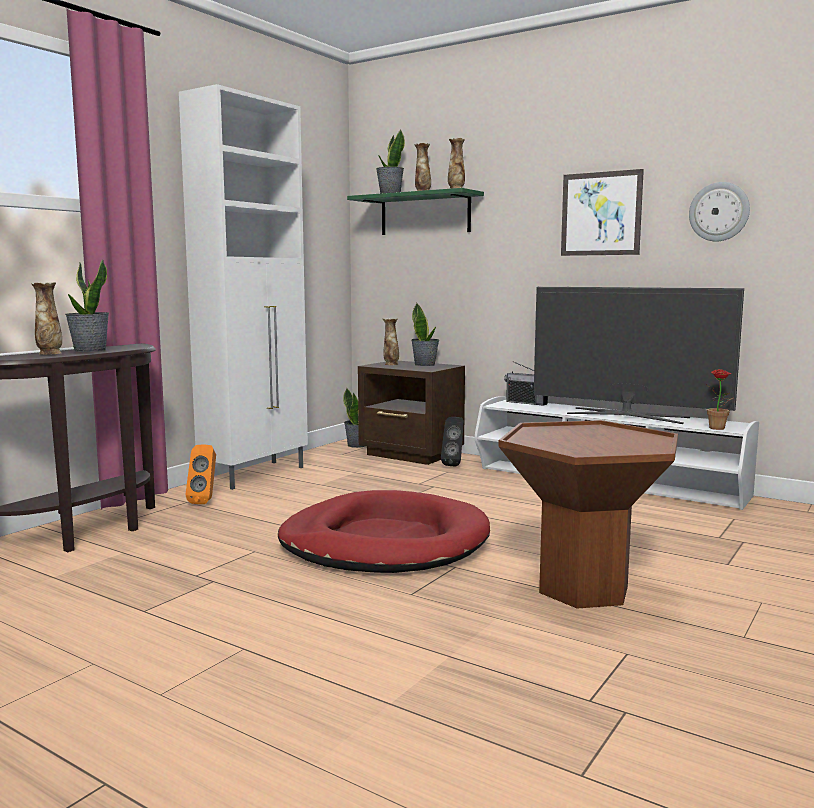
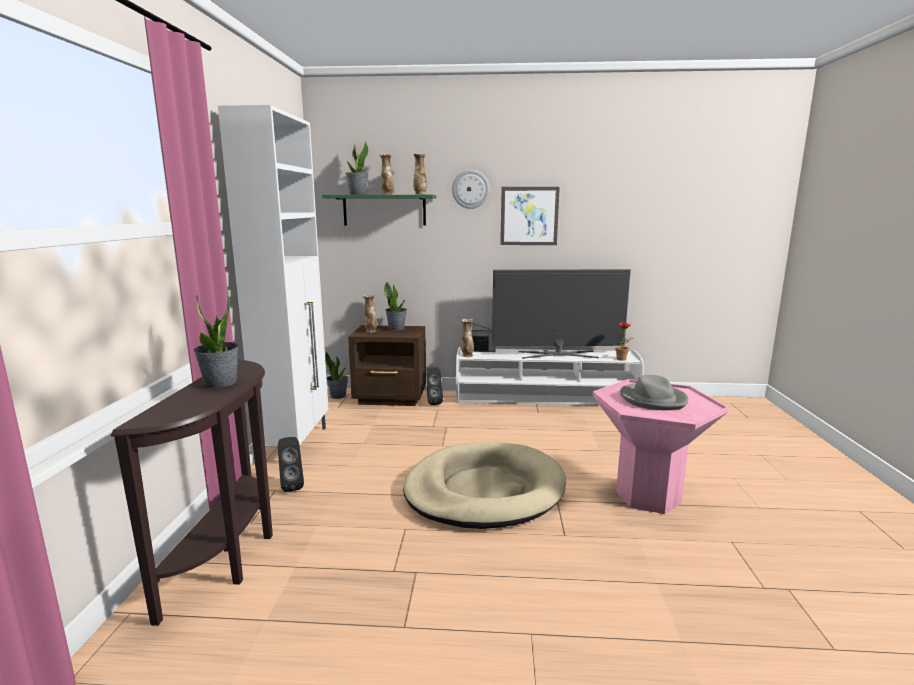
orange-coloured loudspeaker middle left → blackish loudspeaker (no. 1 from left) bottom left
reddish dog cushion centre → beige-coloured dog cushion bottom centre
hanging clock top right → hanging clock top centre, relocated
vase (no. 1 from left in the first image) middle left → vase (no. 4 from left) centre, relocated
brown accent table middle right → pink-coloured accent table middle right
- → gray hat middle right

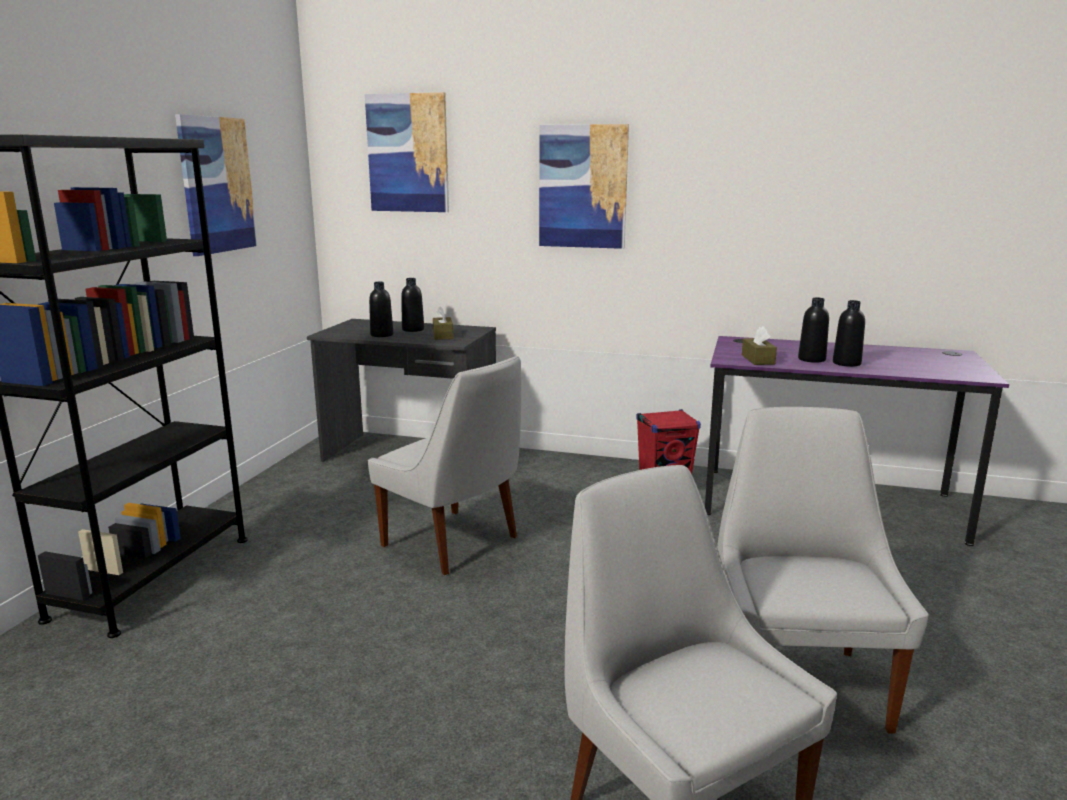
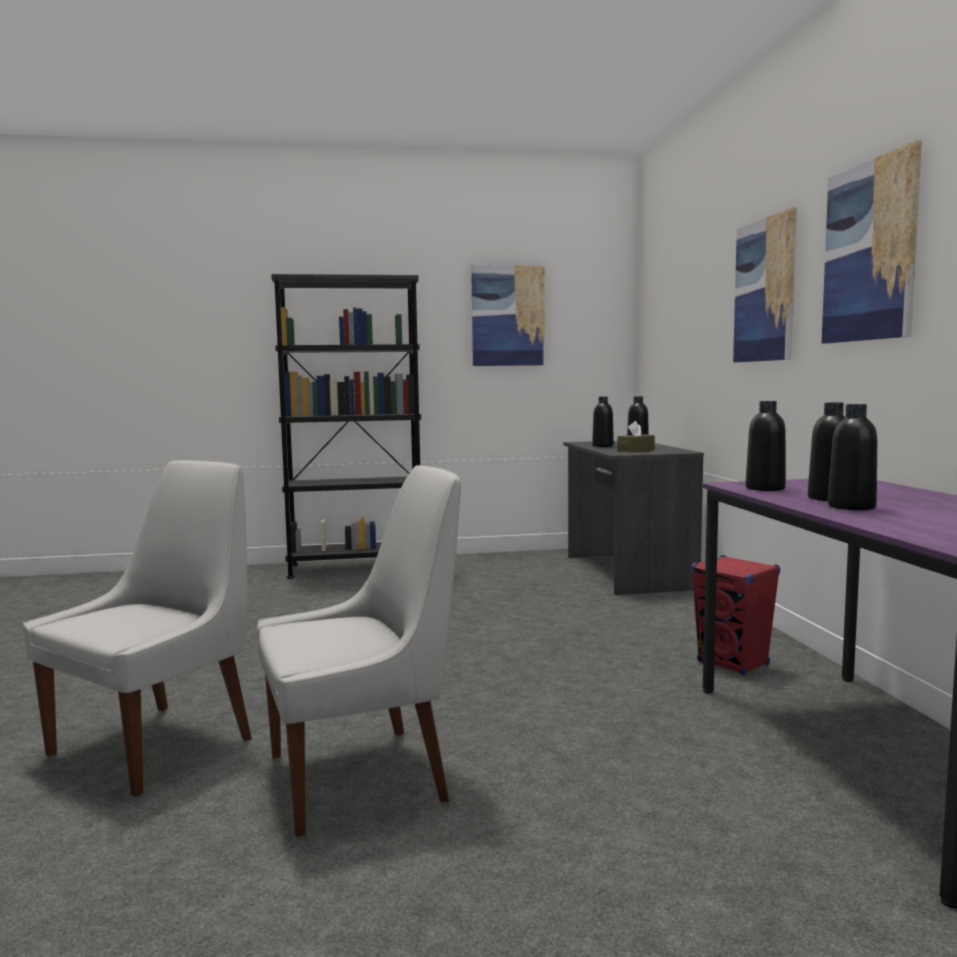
brown tissue holder (no. 2 from left) middle right → blackish beverage bottle (no. 3 from left) middle right
wall picture (no. 2 from left in the first image) top centre → wall picture (no. 3 from left) top right, relocated
white plain chair (no. 1 from left) centre → -

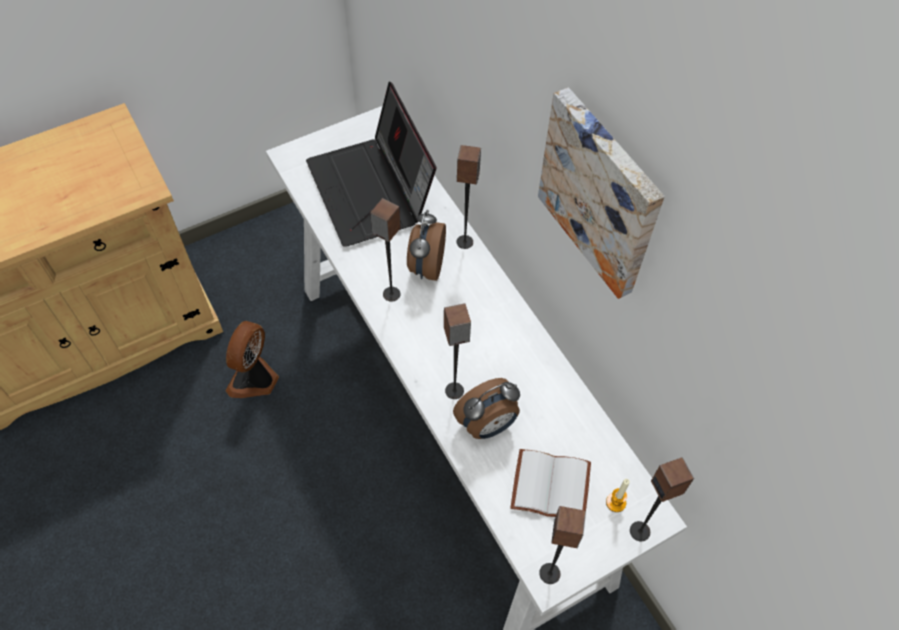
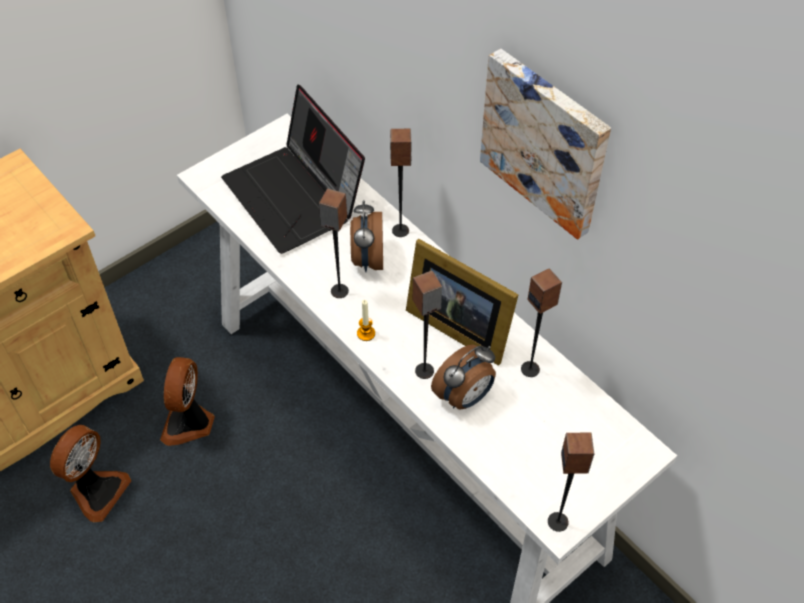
- → electric fan (no. 1 from left) bottom left
wax candle bottom right → wax candle centre, relocated
- → photo frame centre
loudspeaker (no. 5 from left in the first image) bottom right → loudspeaker (no. 4 from left) middle right, relocated
white bound book bottom centre → -

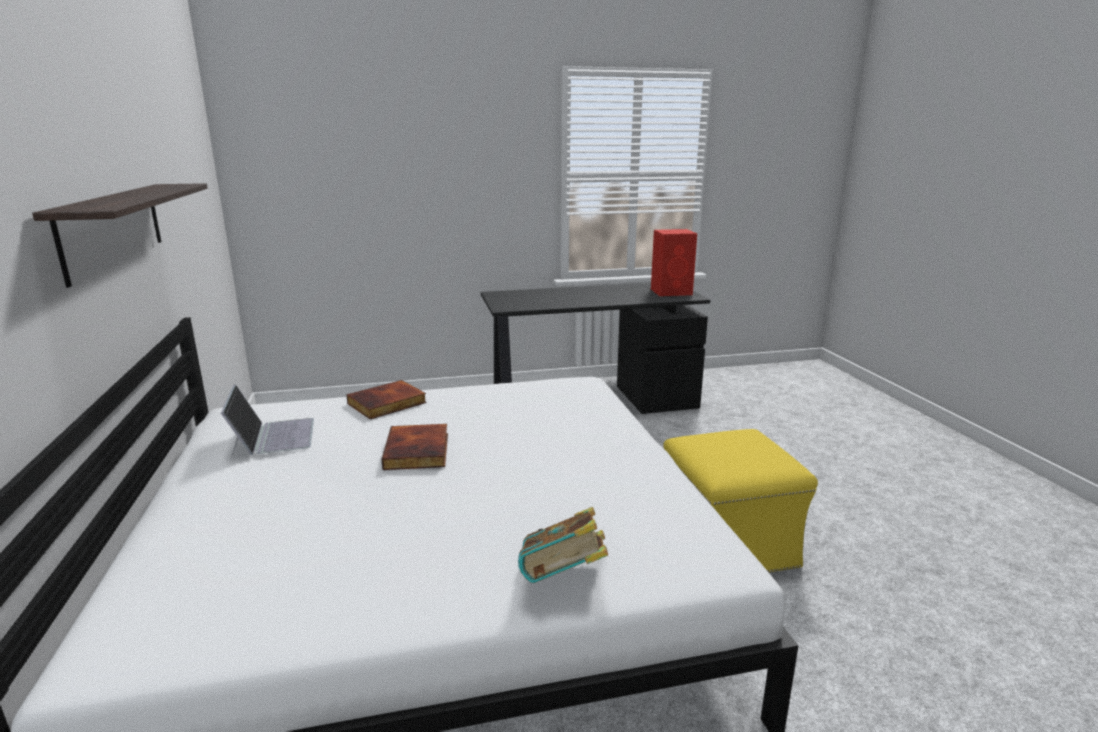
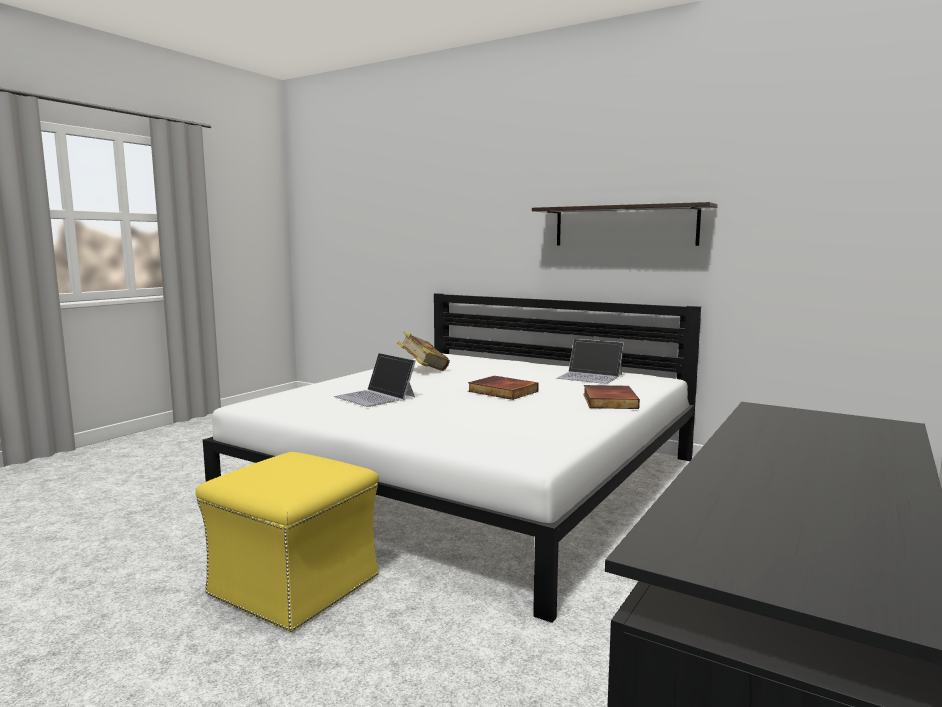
- → portable computer (no. 1 from left) centre
bound book (no. 3 from left in the first image) bottom centre → bound book (no. 1 from left) centre, relocated
reddish loudspeaker centre → -

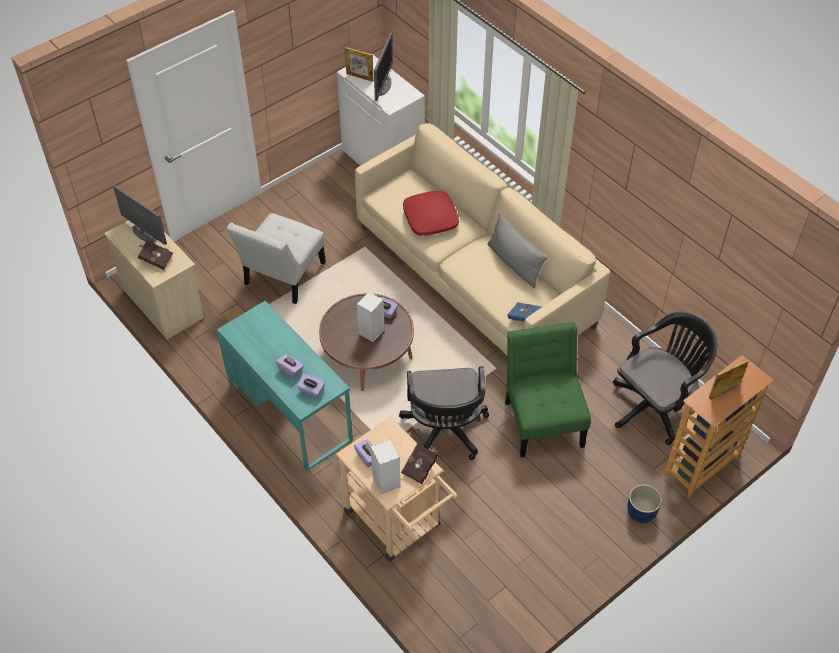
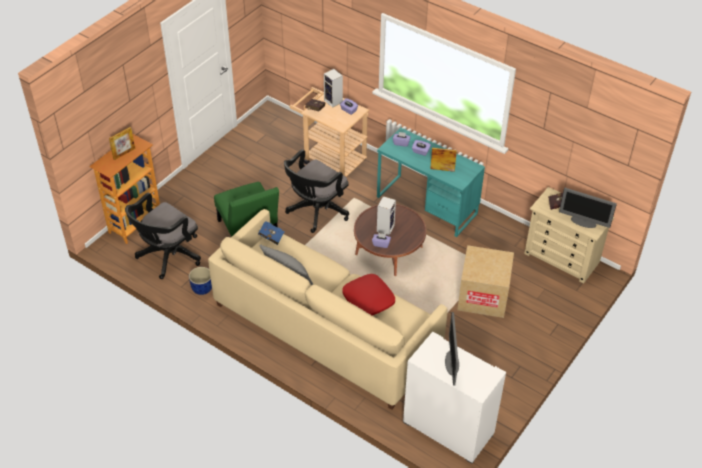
blue-coloured planter bottom right → blue-coloured planter middle left, relocated
blackish desk chair (no. 1 from left in the first image) centre → blackish desk chair (no. 2 from left) centre, 120 degrees counterclockwise
photo frame (no. 1 from left in the first image) top centre → photo frame (no. 2 from left) centre, relocated
white plain chair middle left → packing box middle right

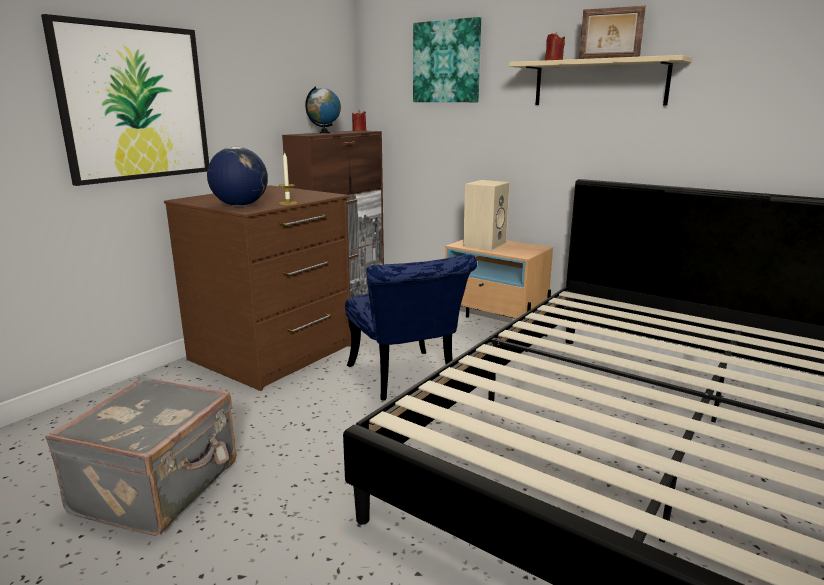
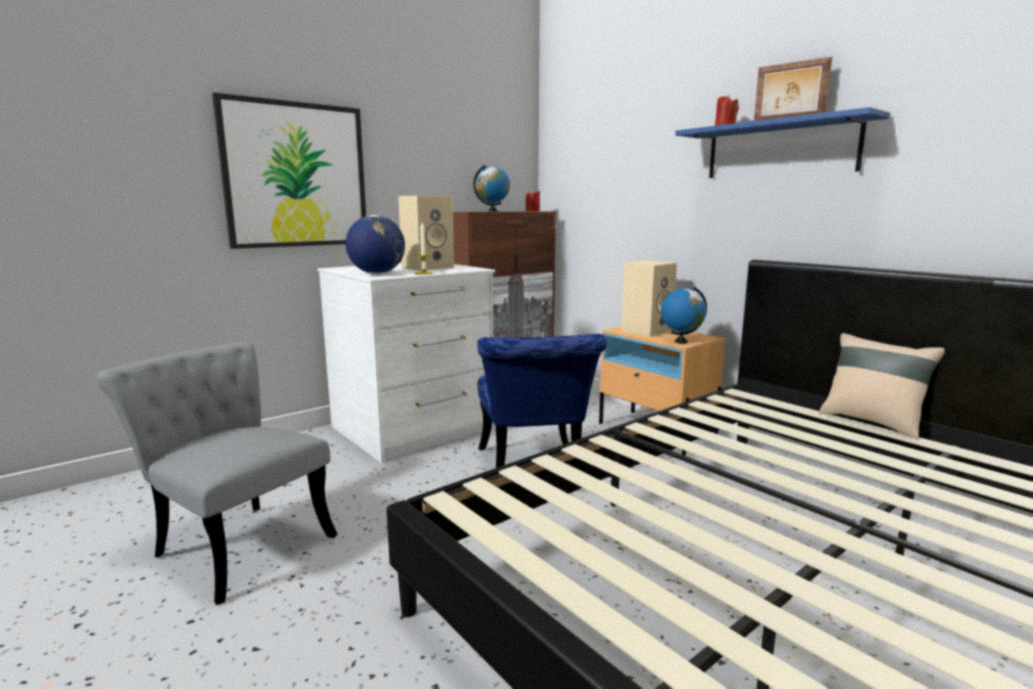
gray travel case bottom left → gray plain chair bottom left
brown drawer chest middle left → white drawer chest centre
- → beige-coloured loudspeaker (no. 1 from left) centre
- → world globe (no. 3 from left) centre
beige-coloured shelf top right → blue-coloured shelf top right
- → beige-coloured pillow middle right
wall picture (no. 2 from left) top centre → -

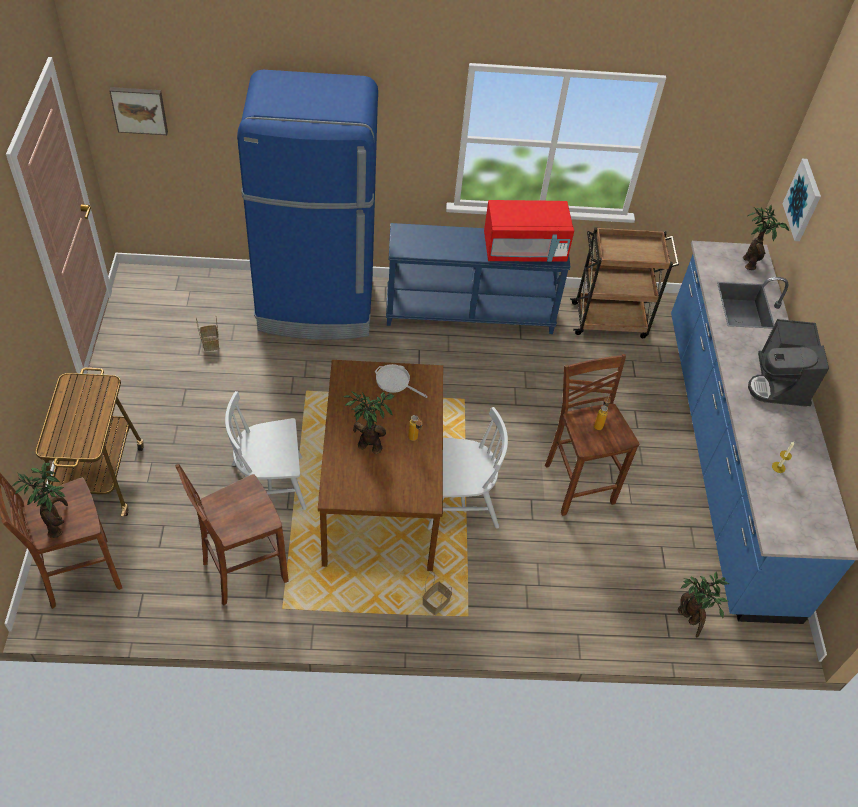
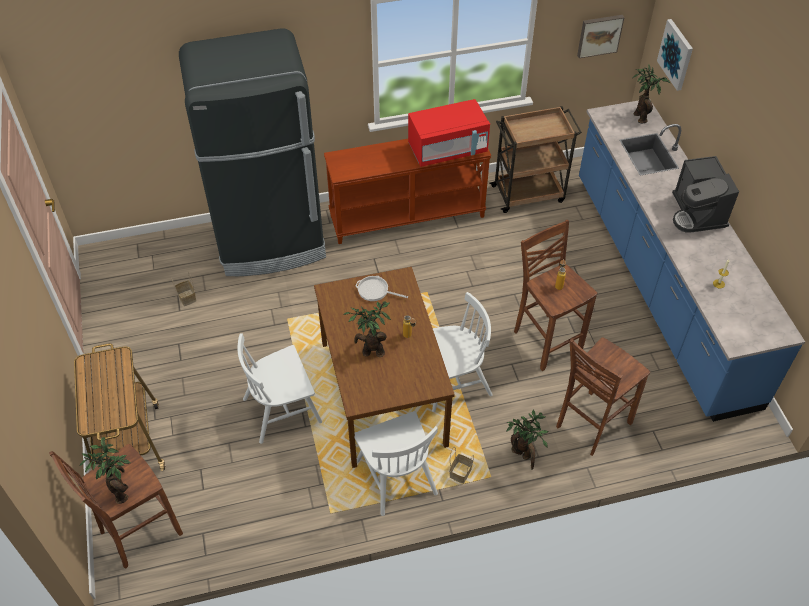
blue-coloured refrigerator top centre → blackish refrigerator top left
blue-coloured console table centre → brown console table top centre
- → white plain chair (no. 2 from left) bottom centre
houseplant (no. 3 from left) bottom right → houseplant (no. 3 from left) bottom centre, relocated
brown stool seat (no. 2 from left in the first image) middle left → brown stool seat (no. 3 from left) middle right, relocated
wall picture (no. 1 from left) top left → wall picture (no. 1 from left) top right, relocated

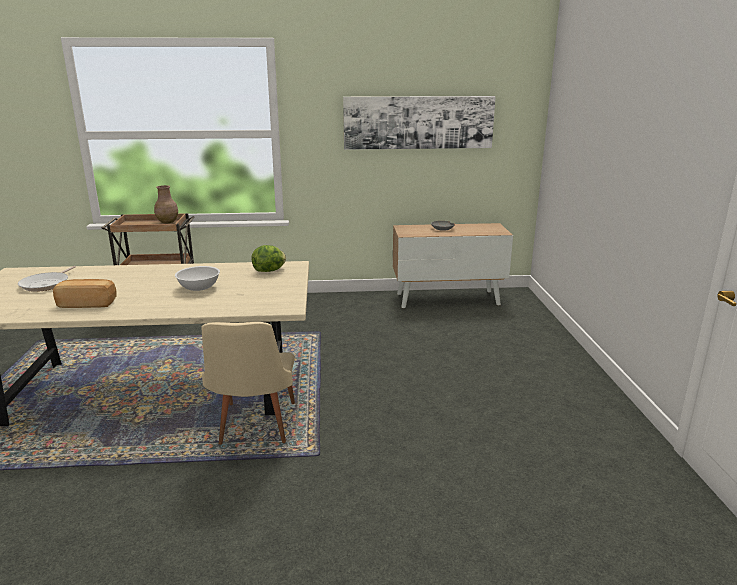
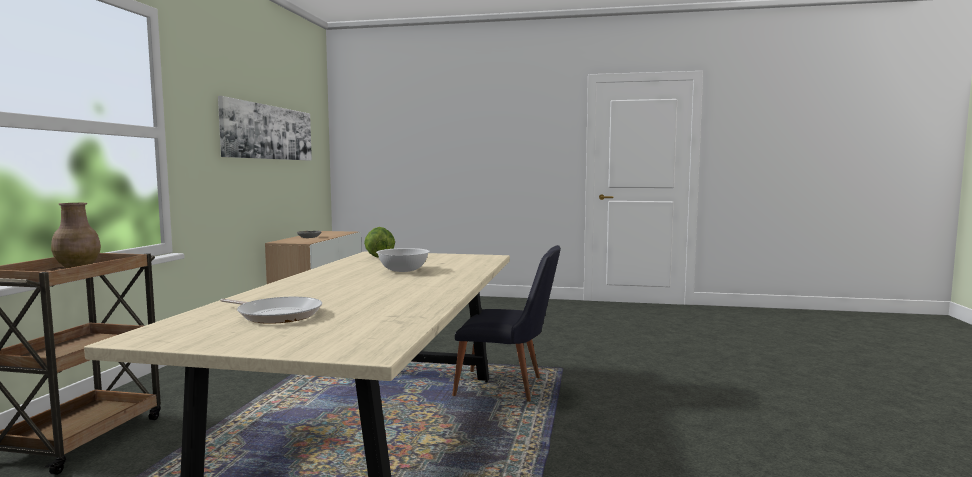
beige-coloured plain chair centre → blackish plain chair bottom centre
bakery bread middle left → -

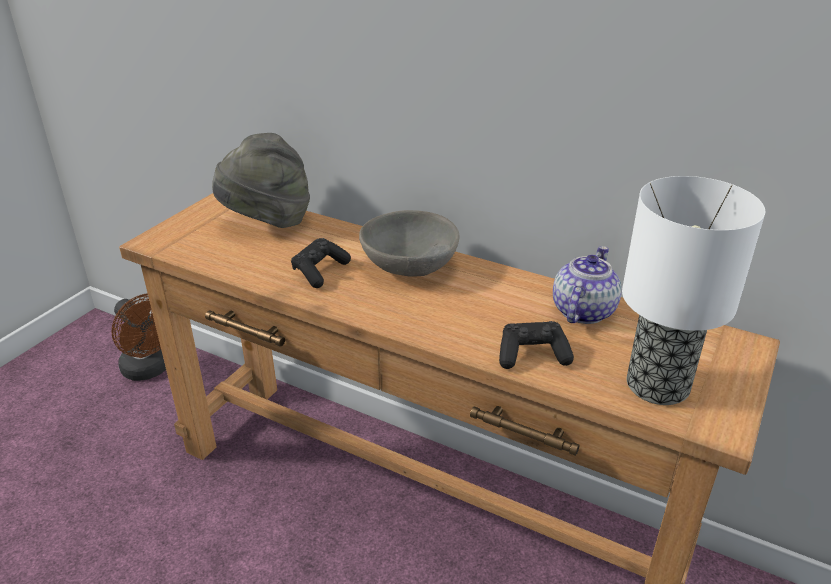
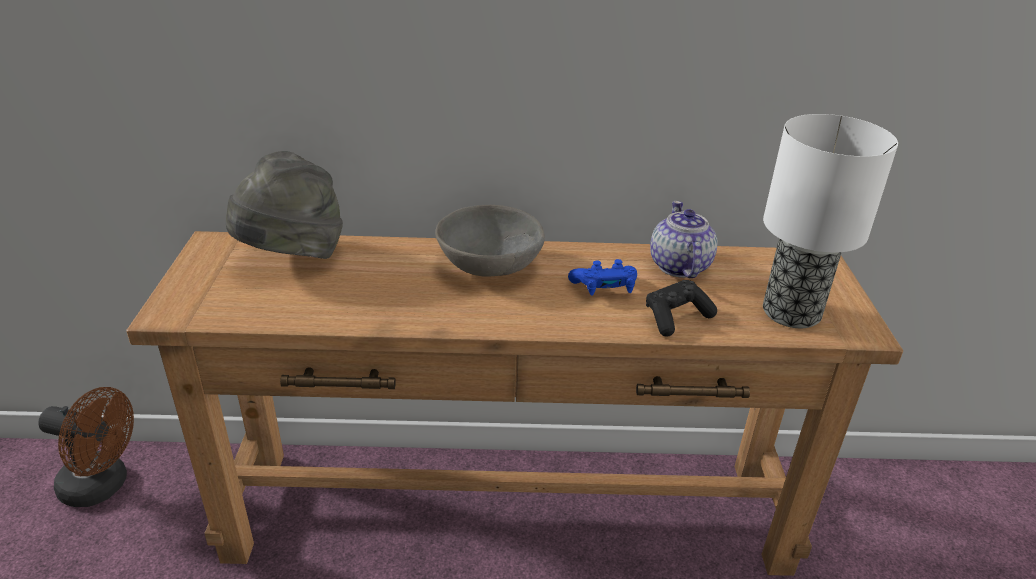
- → blue-coloured gamepad centre
blackish gamepad (no. 1 from left) centre → -

